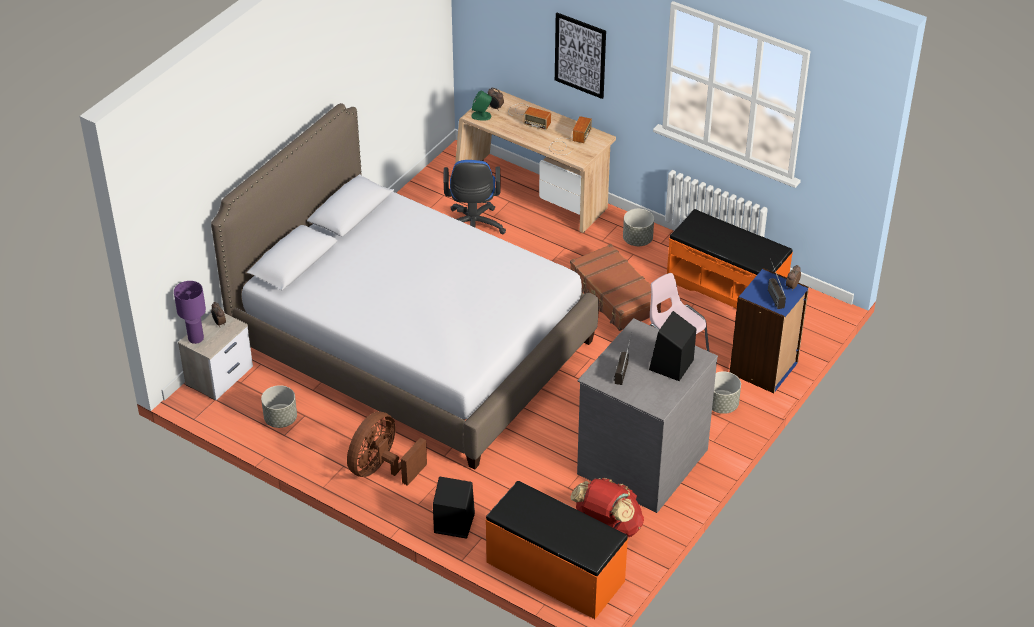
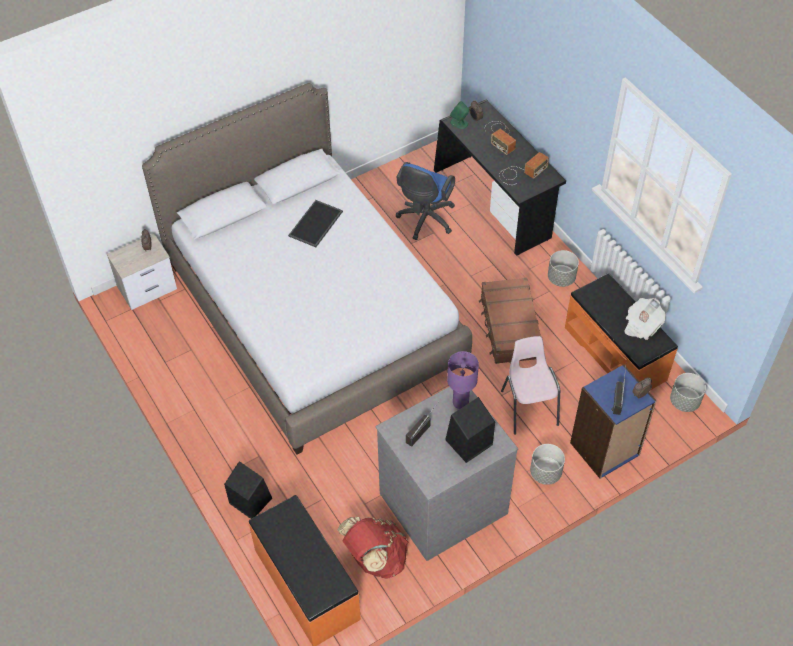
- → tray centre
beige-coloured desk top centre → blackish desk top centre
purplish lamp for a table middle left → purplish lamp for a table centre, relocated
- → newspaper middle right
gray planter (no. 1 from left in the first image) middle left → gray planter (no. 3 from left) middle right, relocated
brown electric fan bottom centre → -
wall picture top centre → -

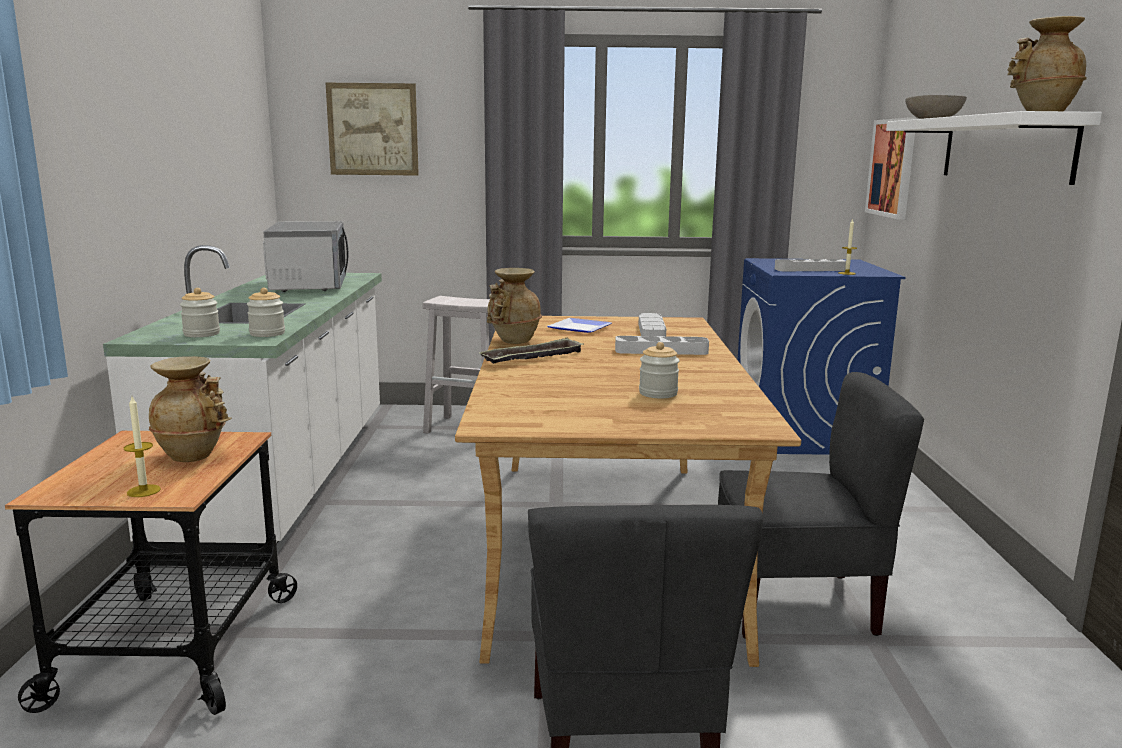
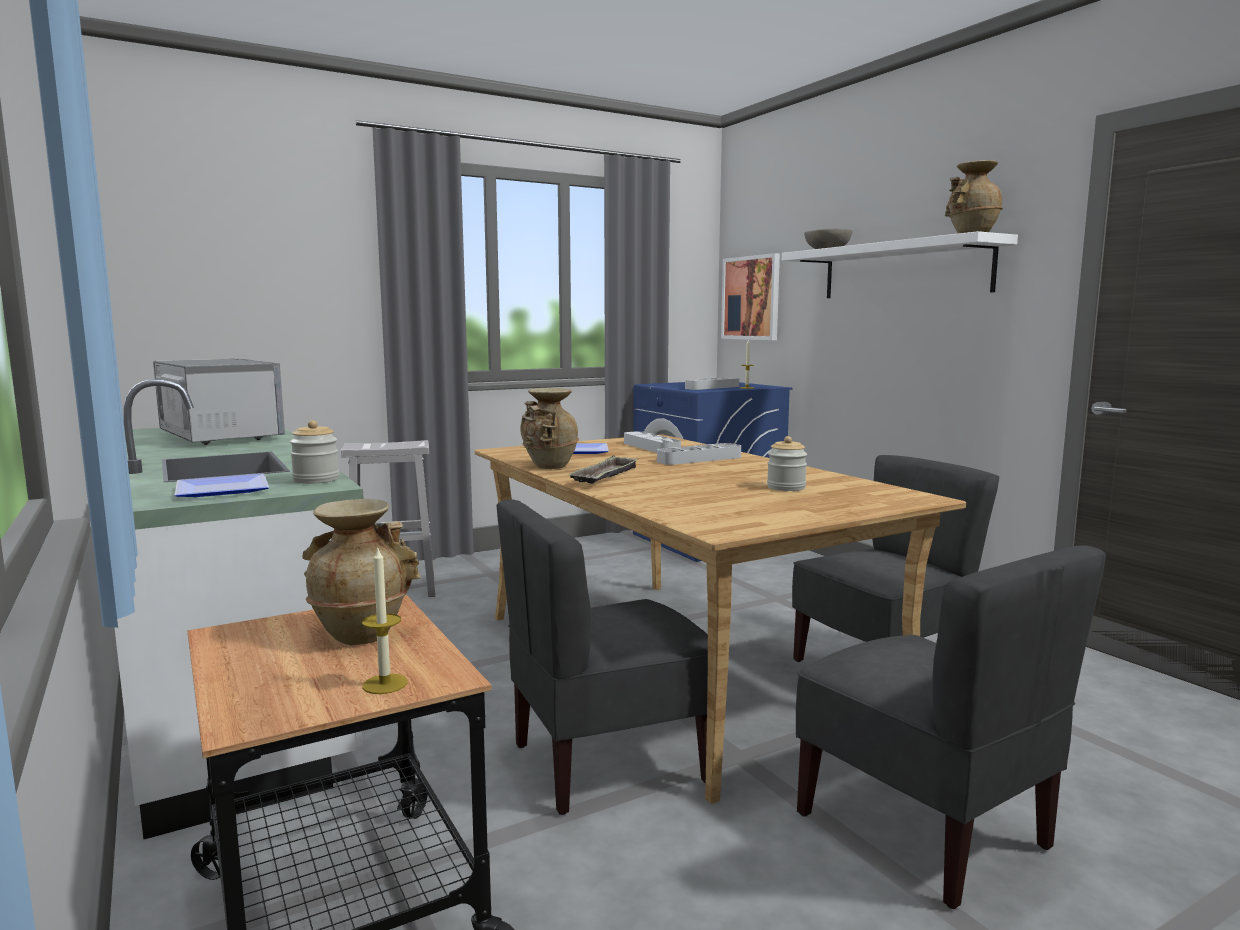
preserve jar (no. 1 from left) middle left → flat dish (no. 1 from left) middle left
- → gray plain chair (no. 1 from left) bottom centre
wall picture (no. 1 from left) top left → -

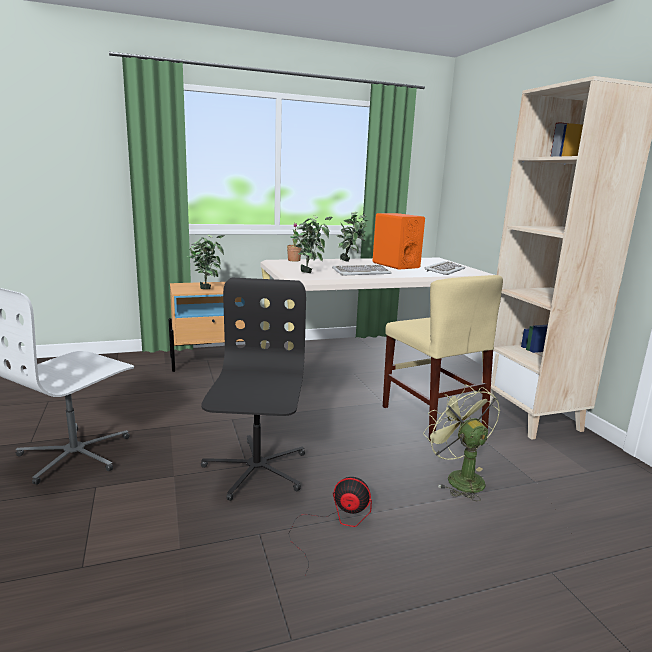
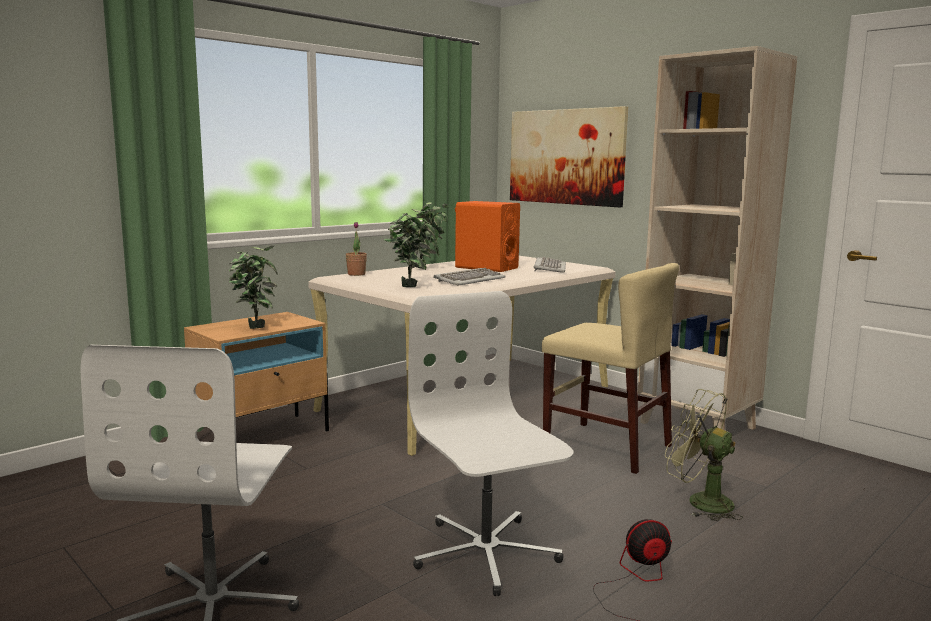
blackish desk chair centre → white desk chair (no. 2 from left) bottom centre
- → wall picture top centre

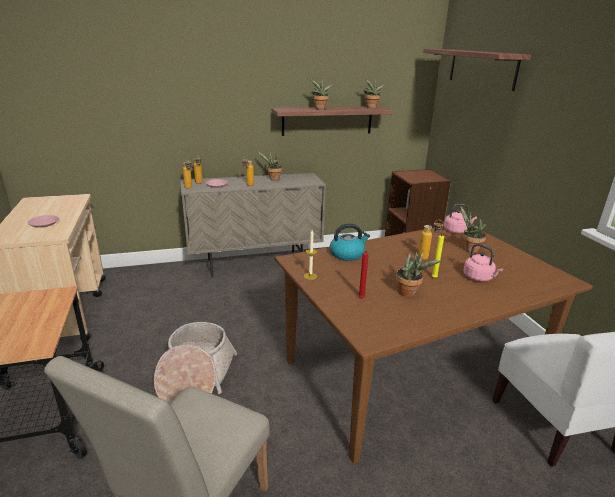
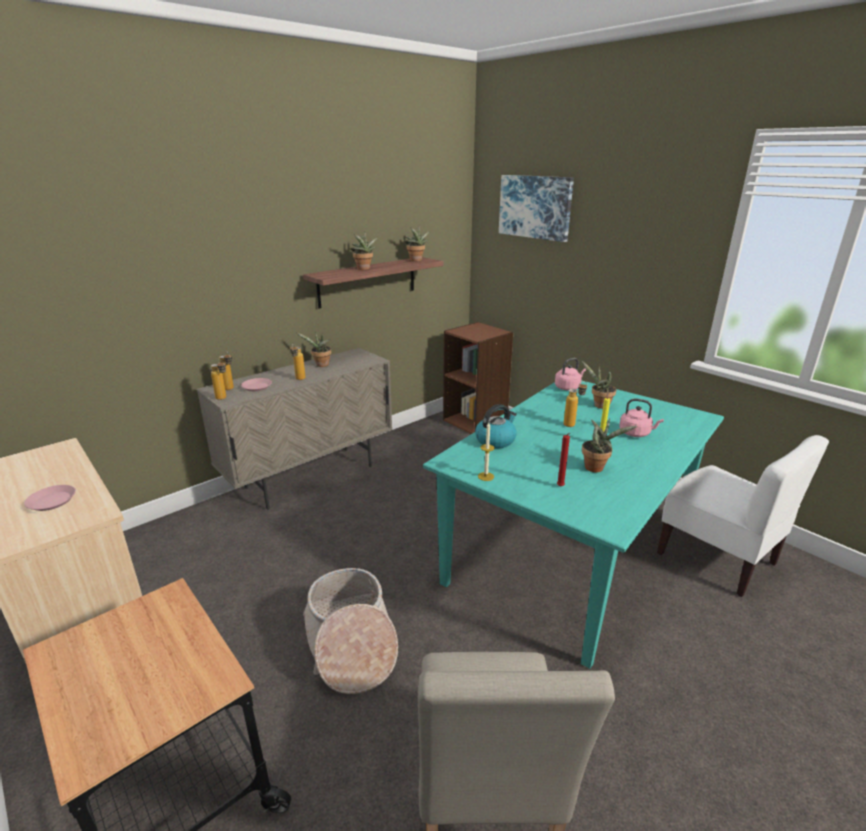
brown dinner table bottom right → blue-green dinner table centre
shelf (no. 2 from left) top right → wall picture top centre

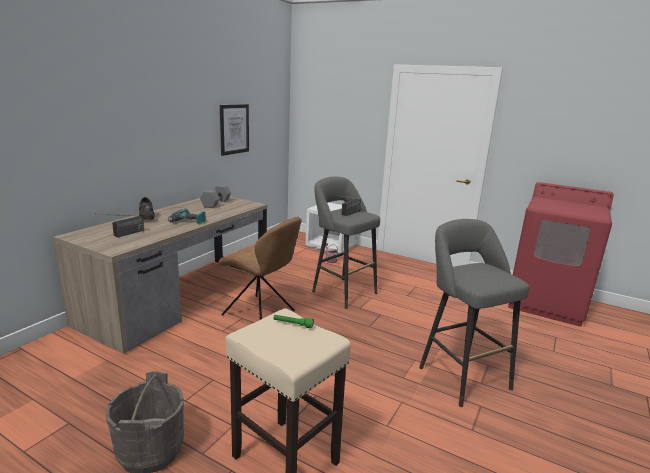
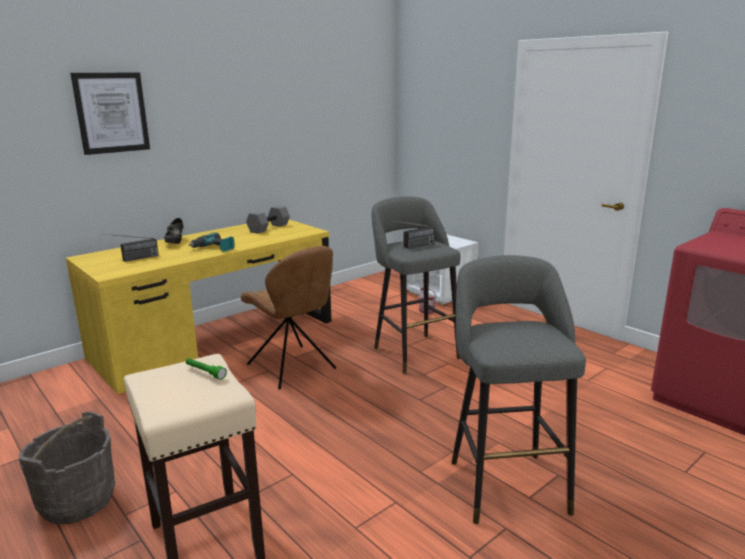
brown desk middle left → yellow desk middle left
wall picture top centre → wall picture top left, relocated

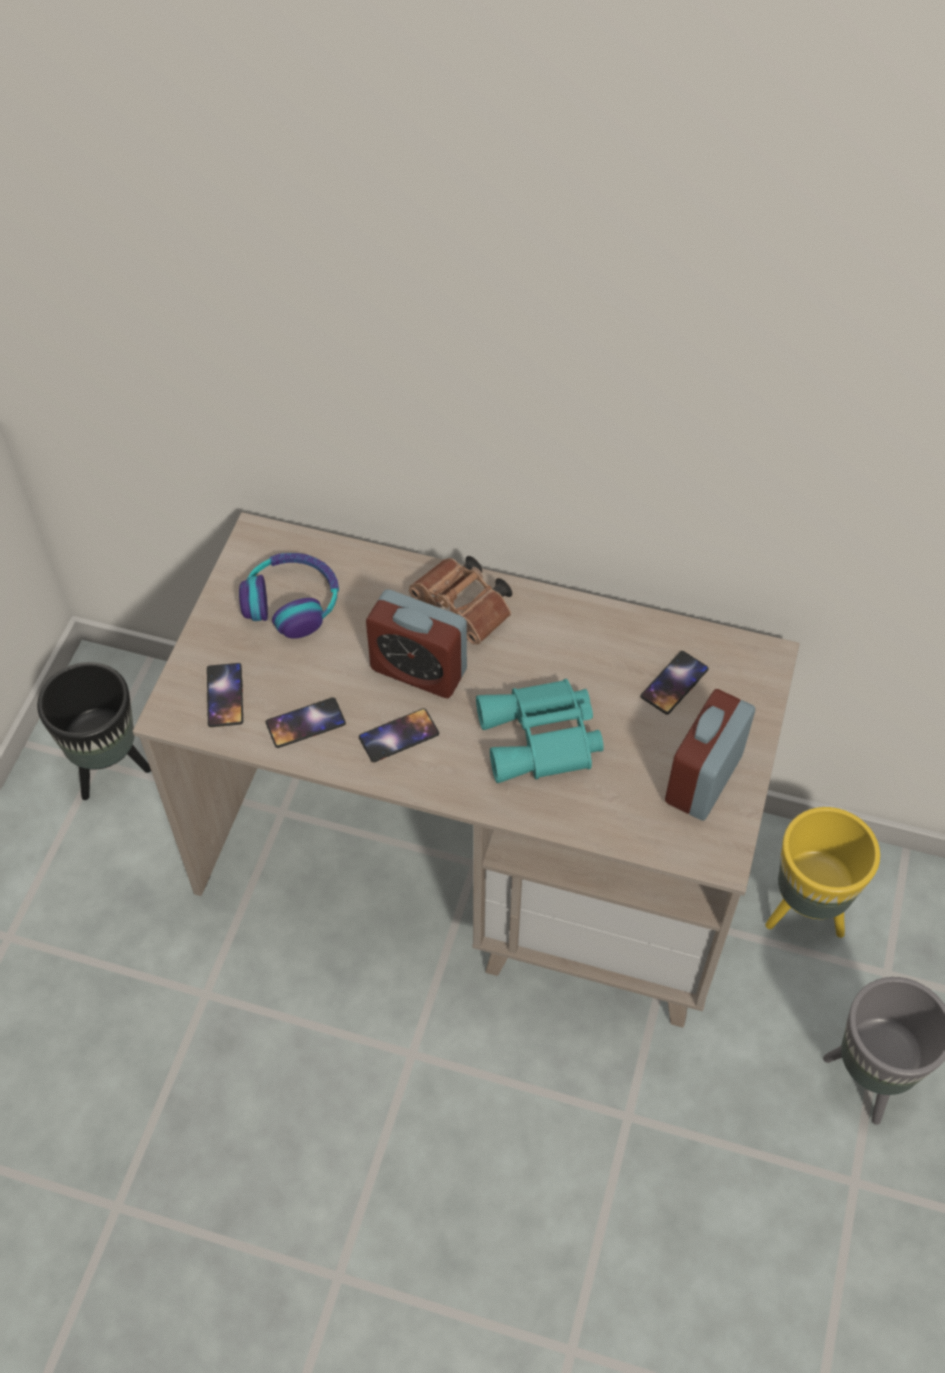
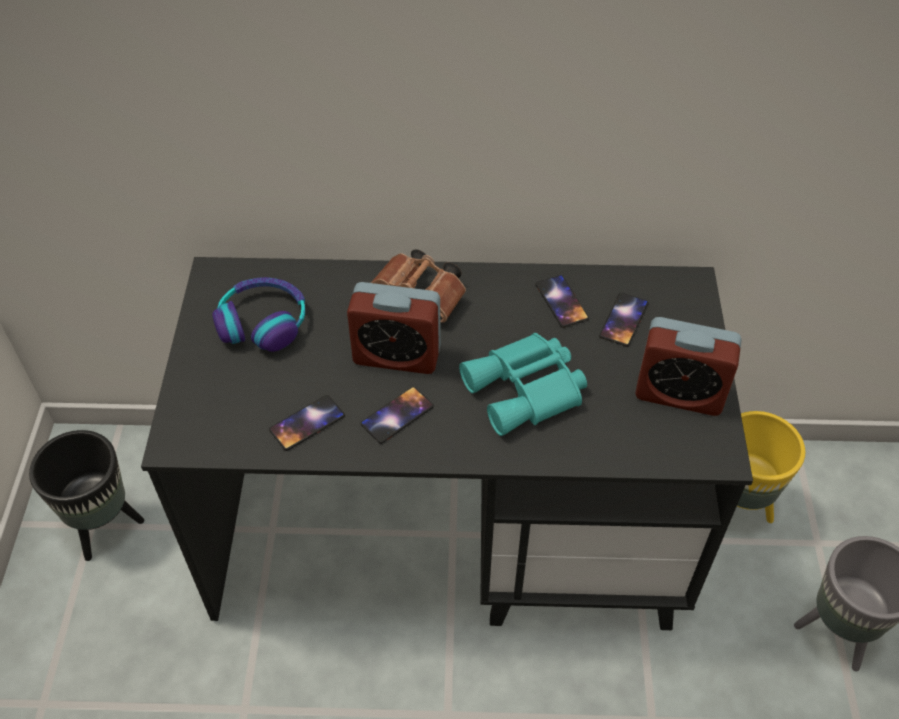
beige-coloured desk centre → blackish desk centre
telephone (no. 1 from left in the first image) middle left → telephone (no. 3 from left) centre, relocated
bedside clock (no. 2 from left) middle right, 90 degrees counterclockwise

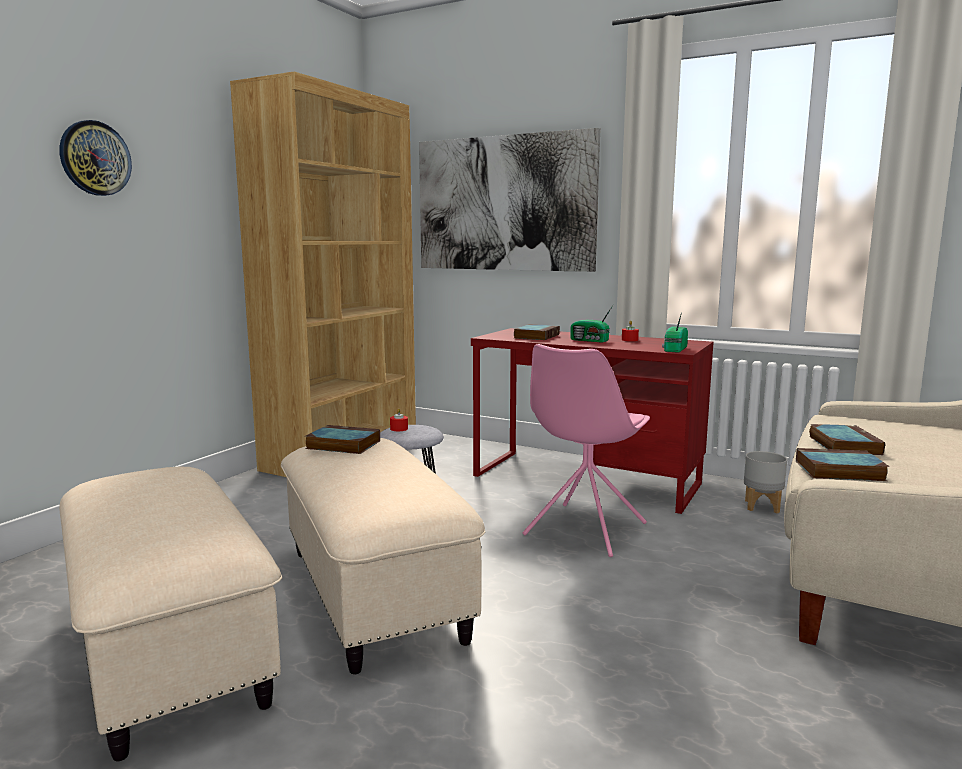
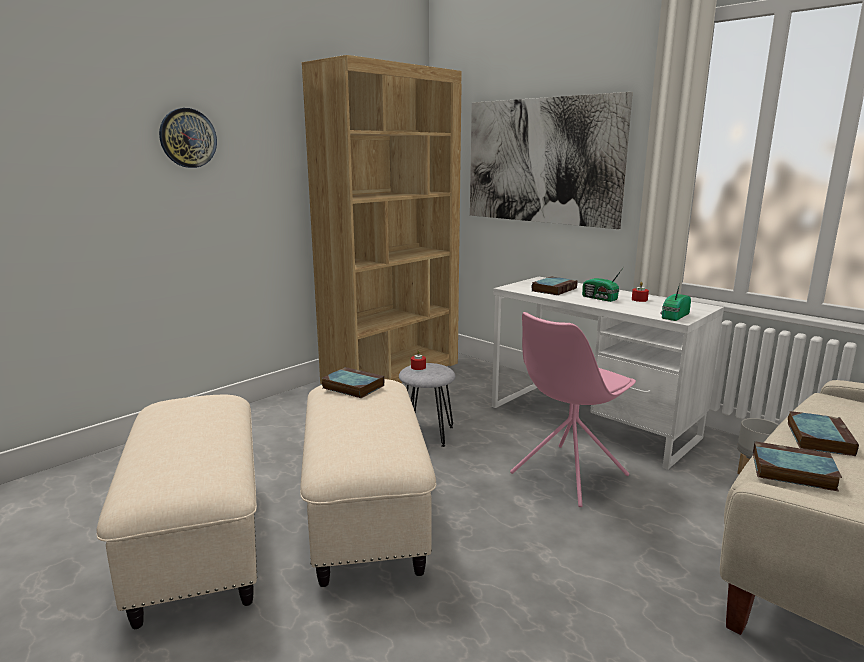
reddish desk centre → white desk middle right

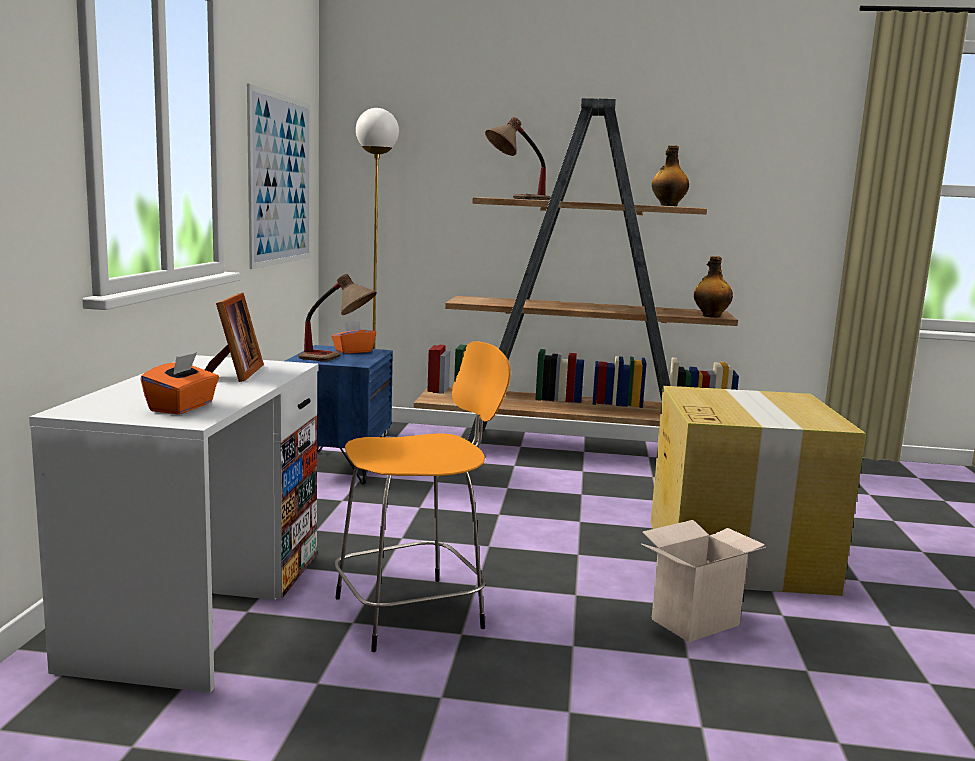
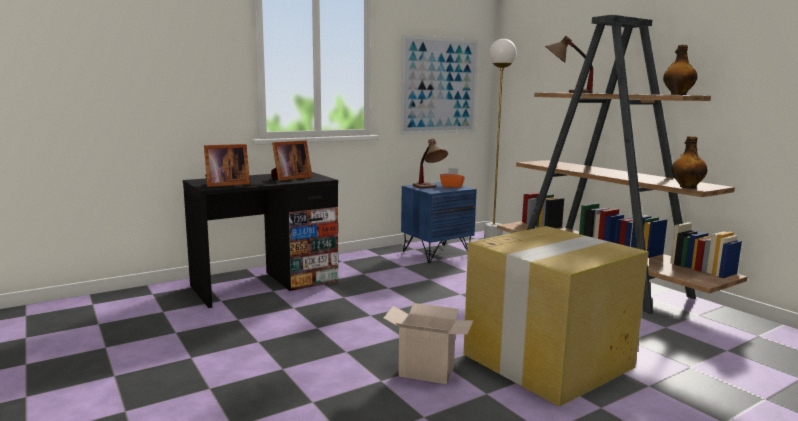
white desk bottom left → blackish desk middle left
orange-coloured tissue holder (no. 1 from left) middle left → photo frame (no. 1 from left) middle left
orange-coloured stool seat centre → -

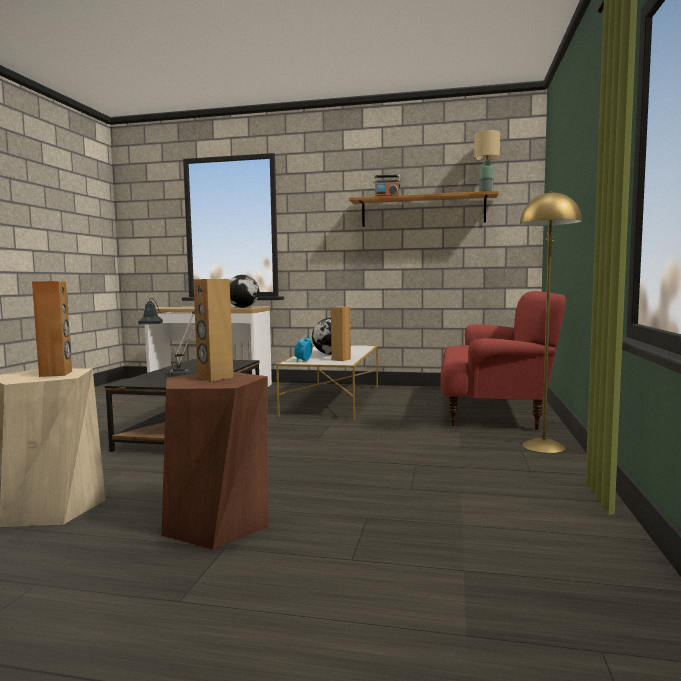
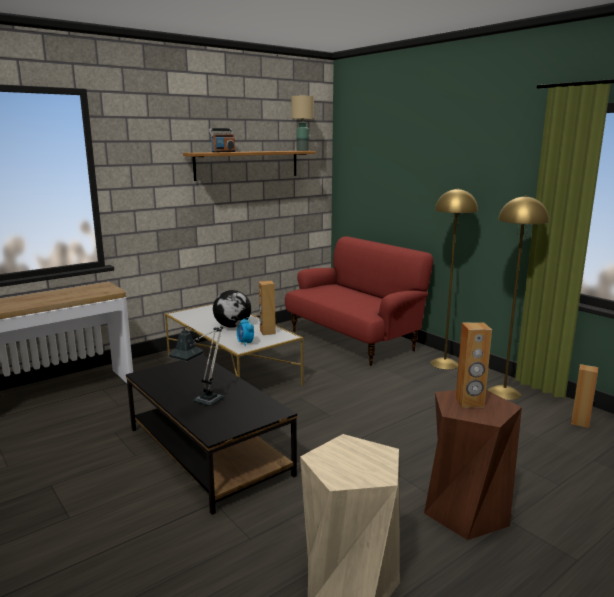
- → yellow floor lamp (no. 2 from left) middle right
brown loudspeaker (no. 1 from left in the first image) middle left → brown loudspeaker (no. 3 from left) middle right, relocated
world globe (no. 1 from left) centre → -

